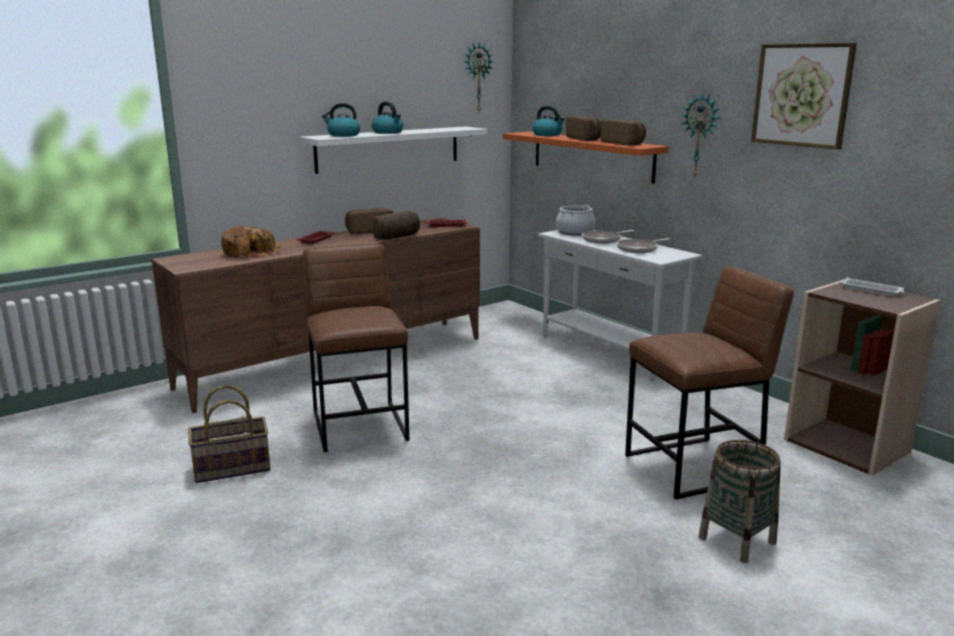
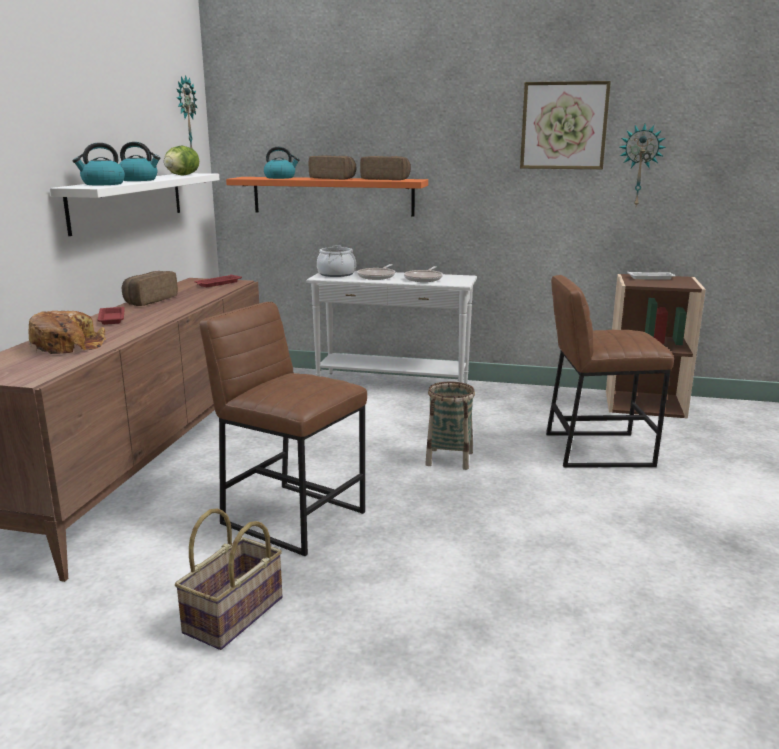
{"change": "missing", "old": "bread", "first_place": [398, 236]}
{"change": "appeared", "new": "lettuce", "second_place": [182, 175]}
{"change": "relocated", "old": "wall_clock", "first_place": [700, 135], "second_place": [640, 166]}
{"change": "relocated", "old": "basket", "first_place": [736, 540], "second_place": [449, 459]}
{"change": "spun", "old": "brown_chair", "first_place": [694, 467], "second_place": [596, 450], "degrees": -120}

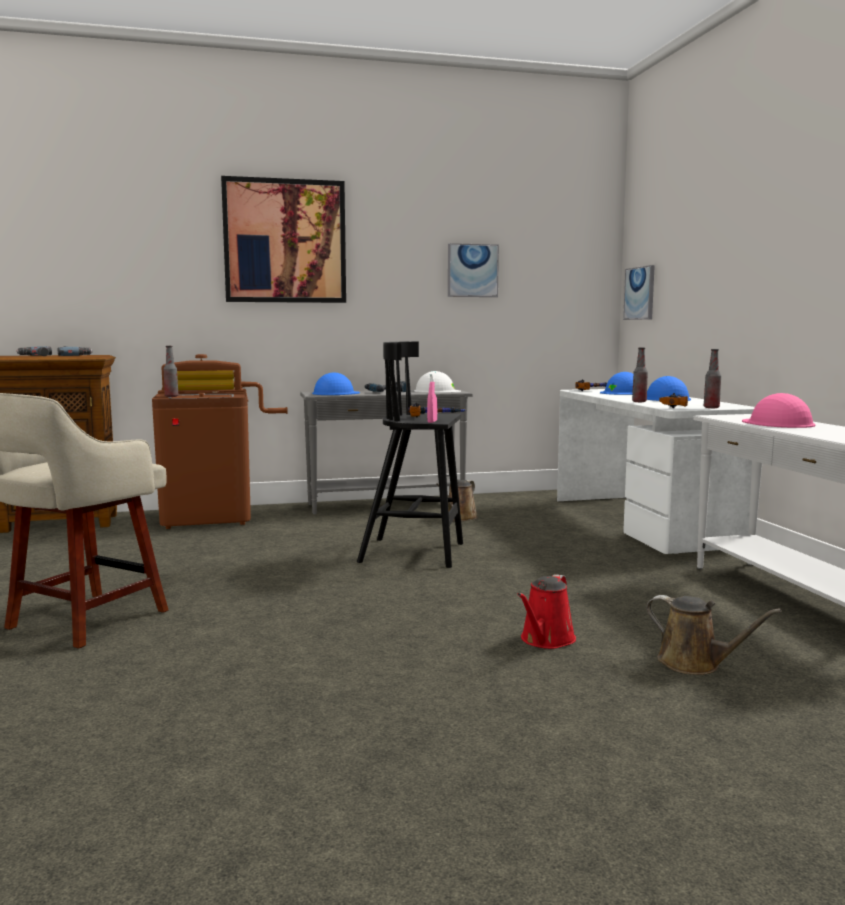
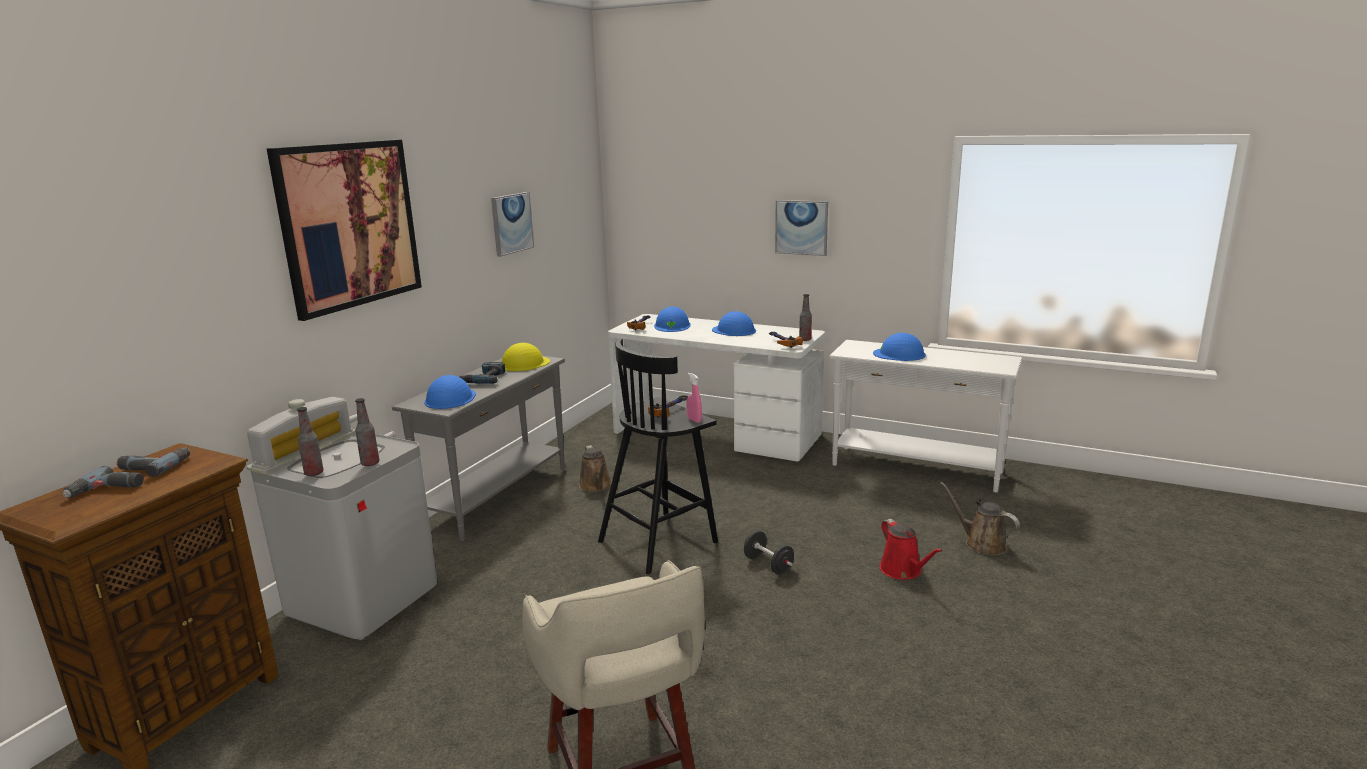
{"change": "appeared", "new": "black_dumbbell", "second_place": [768, 565]}
{"change": "relocated", "old": "picture", "first_place": [640, 293], "second_place": [801, 227]}
{"change": "relocated", "old": "bottle", "first_place": [639, 401], "second_place": [370, 463]}
{"change": "colour", "old": "brown_washing_machine", "new": "grey_washing_machine", "first_place": [209, 517], "second_place": [364, 599]}
{"change": "colour", "old": "white_hard_hat", "new": "yellow_hard_hat", "first_place": [437, 391], "second_place": [524, 364]}
{"change": "colour", "old": "pink_hard_hat", "new": "blue_hard_hat", "first_place": [778, 423], "second_place": [899, 354]}
{"change": "spun", "old": "brown_watering_can", "first_place": [695, 664], "second_place": [981, 543], "degrees": -120}

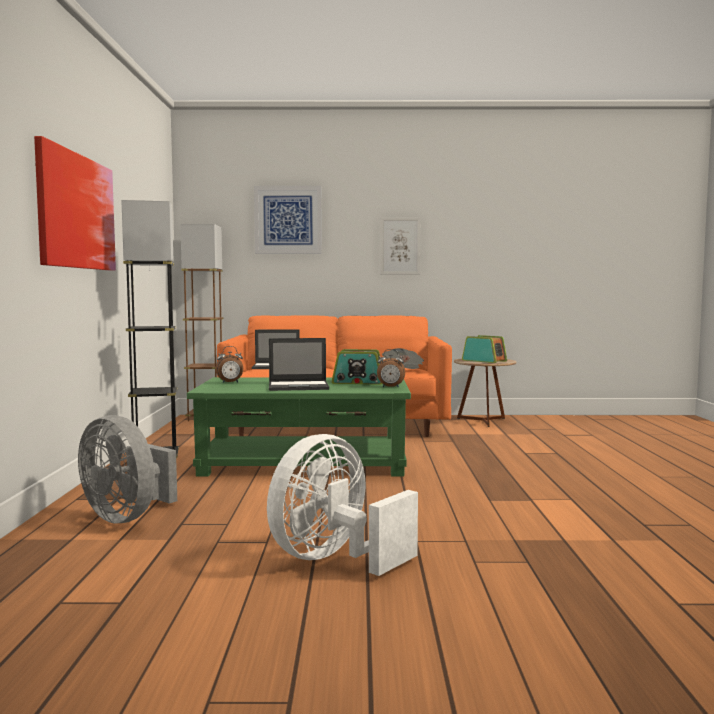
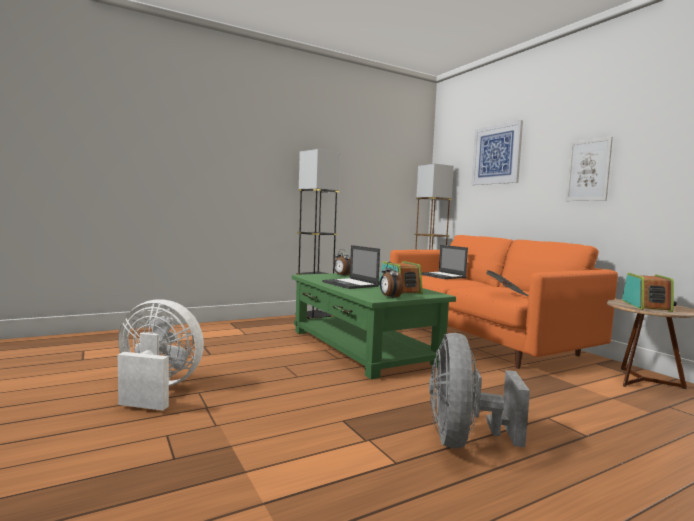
{"change": "missing", "old": "picture", "first_place": [76, 212]}
{"change": "relocated", "old": "grey_fan", "first_place": [127, 516], "second_place": [464, 440]}

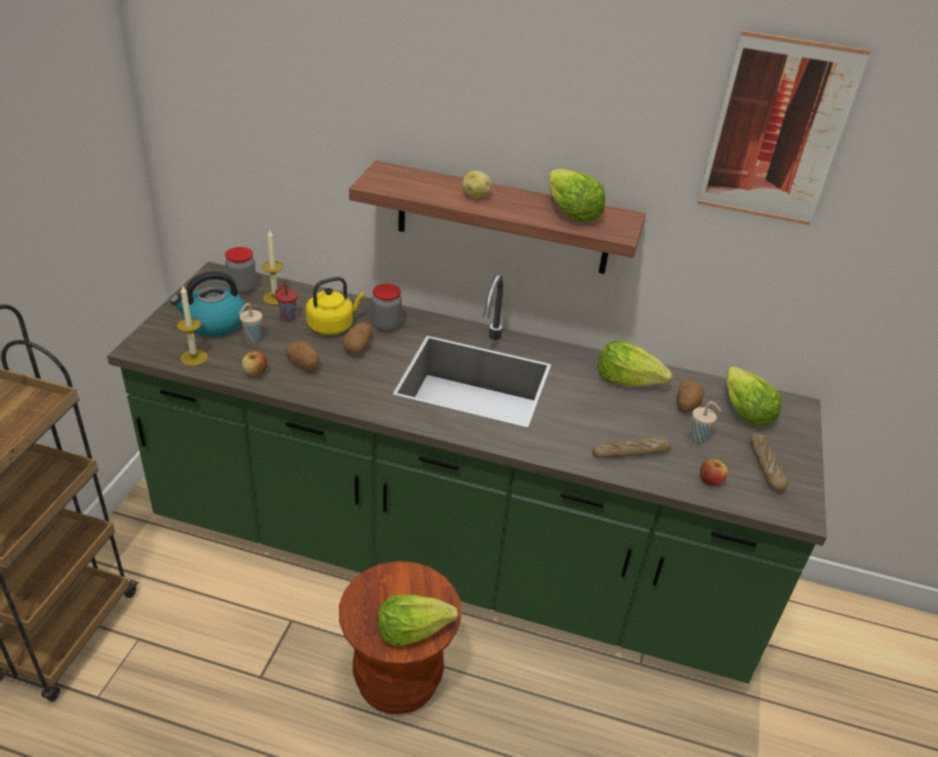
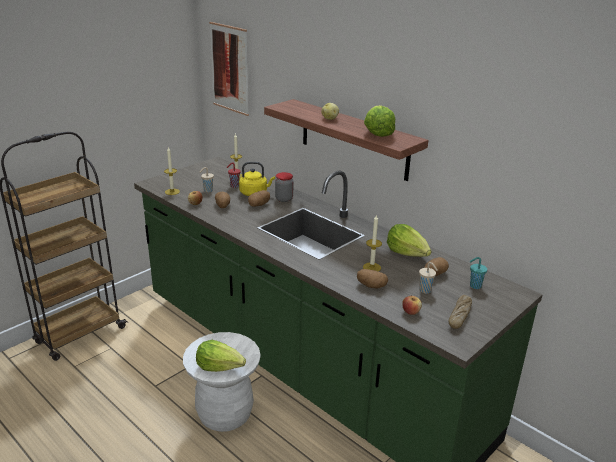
{"change": "missing", "old": "kettle", "first_place": [214, 323]}
{"change": "missing", "old": "jar", "first_place": [242, 288]}
{"change": "appeared", "new": "candle", "second_place": [372, 267]}
{"change": "relocated", "old": "picture", "first_place": [777, 131], "second_place": [230, 68]}
{"change": "exchanged", "old": "bread", "new": "potato", "first_place": [630, 453], "second_place": [371, 286]}
{"change": "exchanged", "old": "lettuce", "new": "turquoise_cup", "first_place": [744, 411], "second_place": [474, 286]}
{"change": "colour", "old": "brown_stool", "new": "white_stool", "first_place": [397, 681], "second_place": [225, 414]}

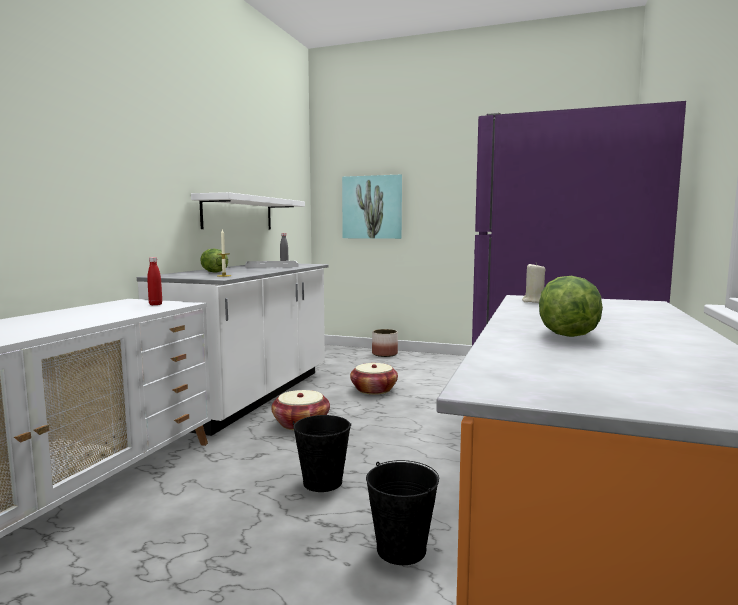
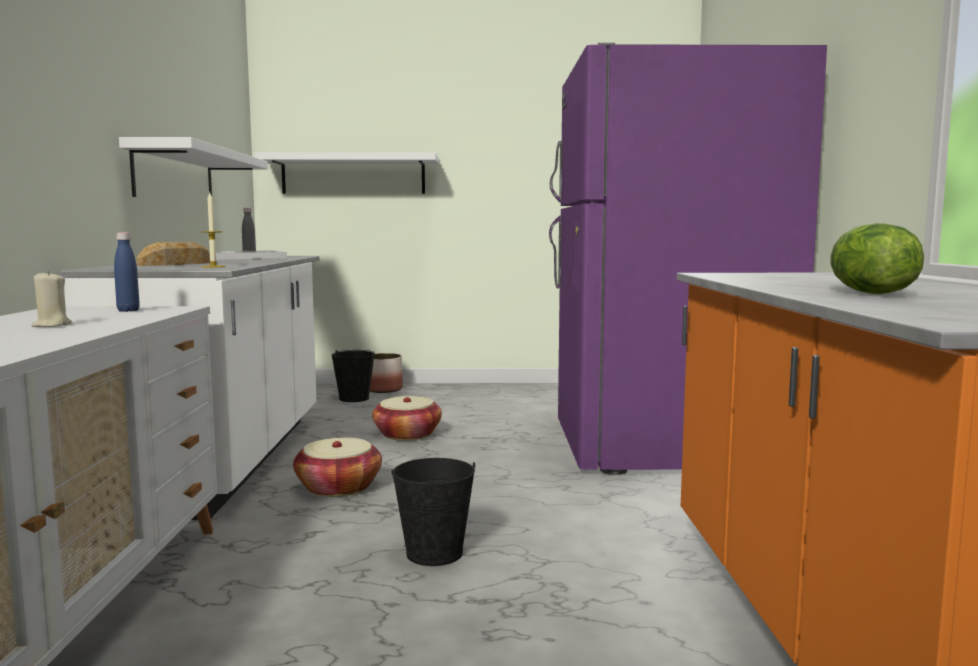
{"change": "relocated", "old": "black_bucket", "first_place": [401, 549], "second_place": [354, 398]}
{"change": "relocated", "old": "beige_candle", "first_place": [534, 301], "second_place": [51, 325]}
{"change": "exchanged", "old": "lettuce", "new": "bread", "first_place": [213, 272], "second_place": [175, 264]}
{"change": "exchanged", "old": "picture", "new": "white_shelf", "first_place": [372, 207], "second_place": [353, 175]}
{"change": "colour", "old": "red_bottle", "new": "blue_bottle", "first_place": [155, 304], "second_place": [128, 310]}

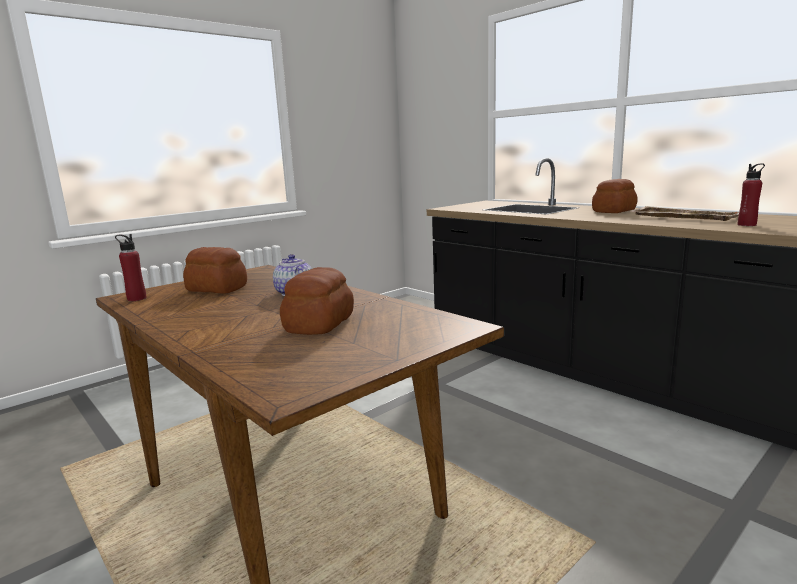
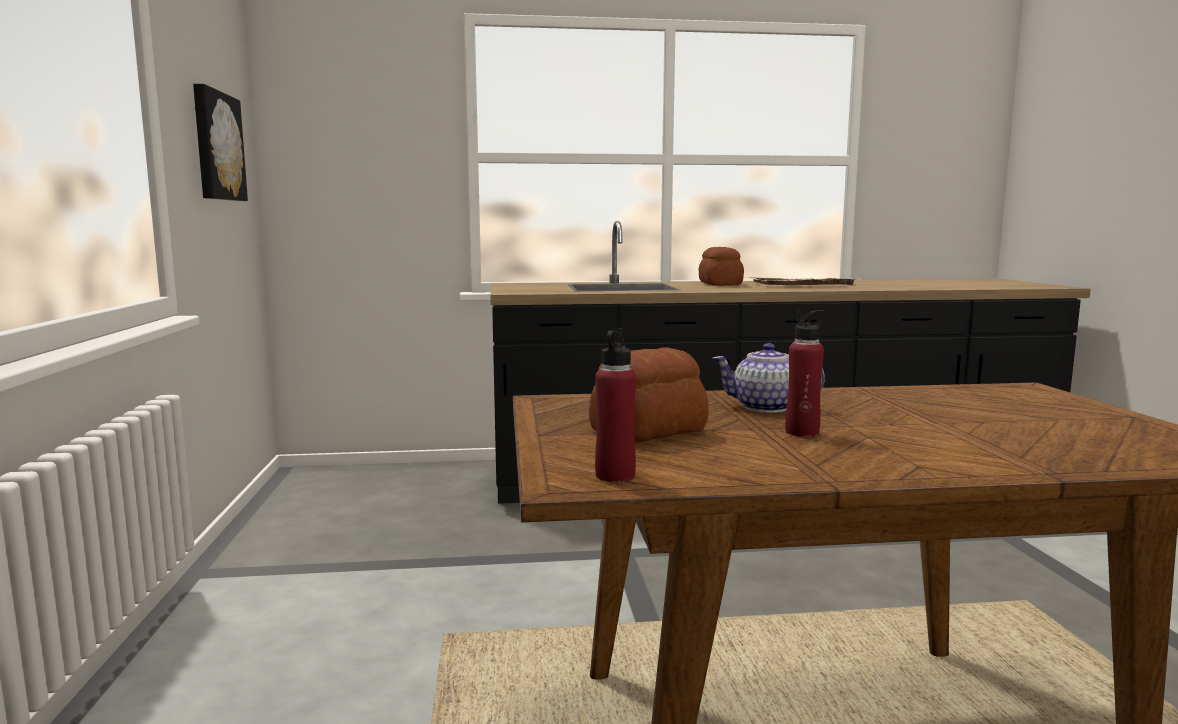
{"change": "missing", "old": "bread", "first_place": [318, 324]}
{"change": "appeared", "new": "picture", "second_place": [216, 146]}
{"change": "relocated", "old": "red_bottle", "first_place": [747, 225], "second_place": [802, 432]}

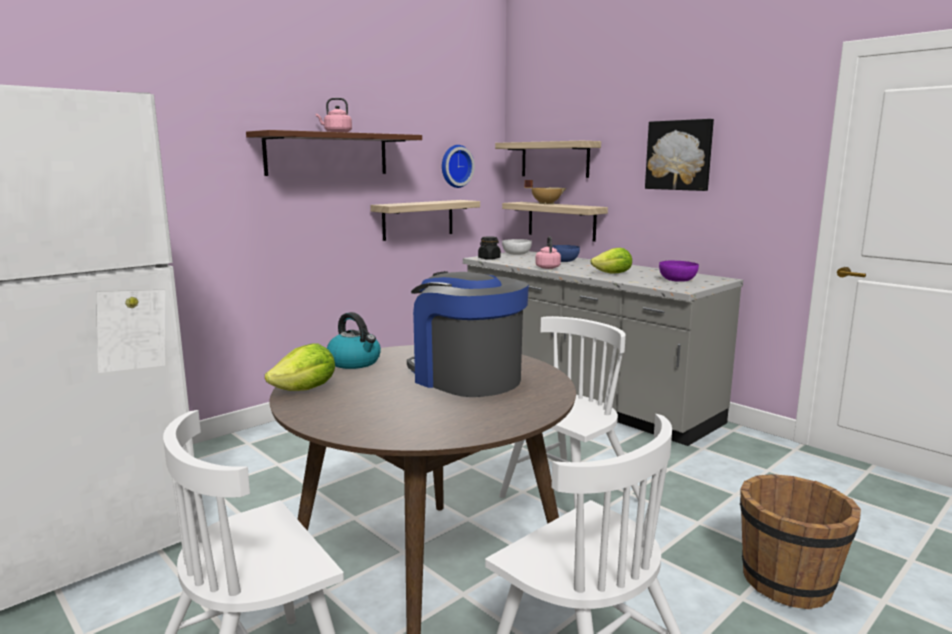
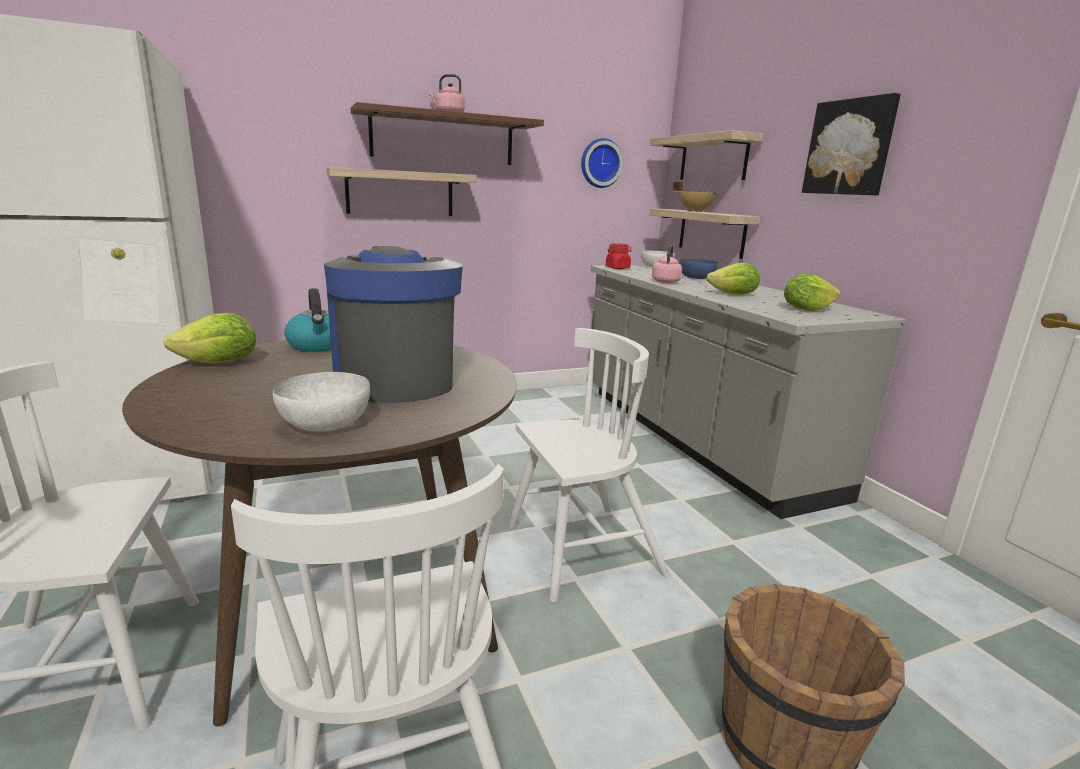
{"change": "appeared", "new": "white_bowl", "second_place": [325, 424]}
{"change": "relocated", "old": "shelf", "first_place": [418, 219], "second_place": [400, 193]}
{"change": "exchanged", "old": "purple_bowl", "new": "lettuce", "first_place": [677, 280], "second_place": [806, 309]}
{"change": "colour", "old": "black_jar", "new": "red_jar", "first_place": [489, 258], "second_place": [617, 268]}

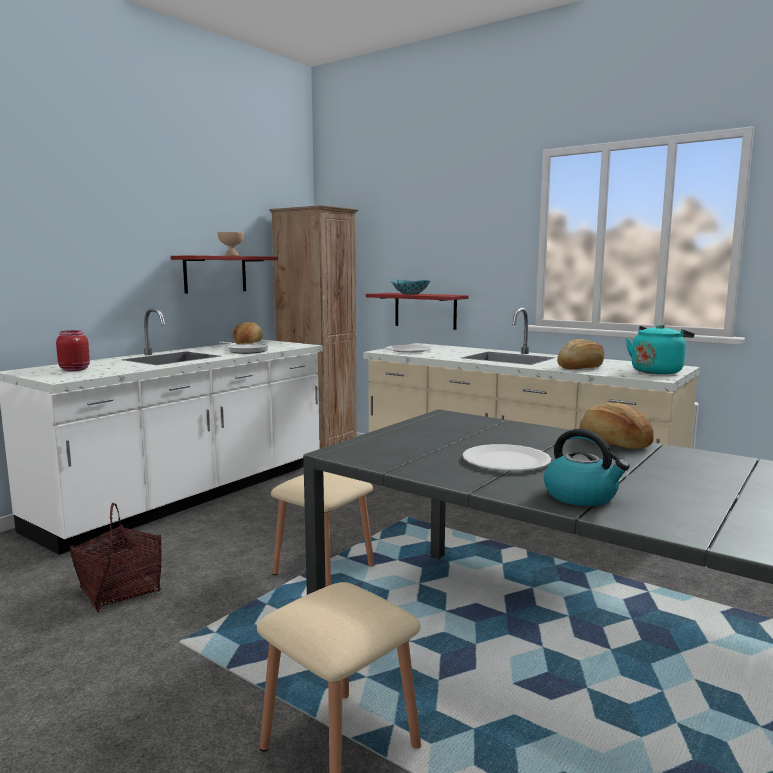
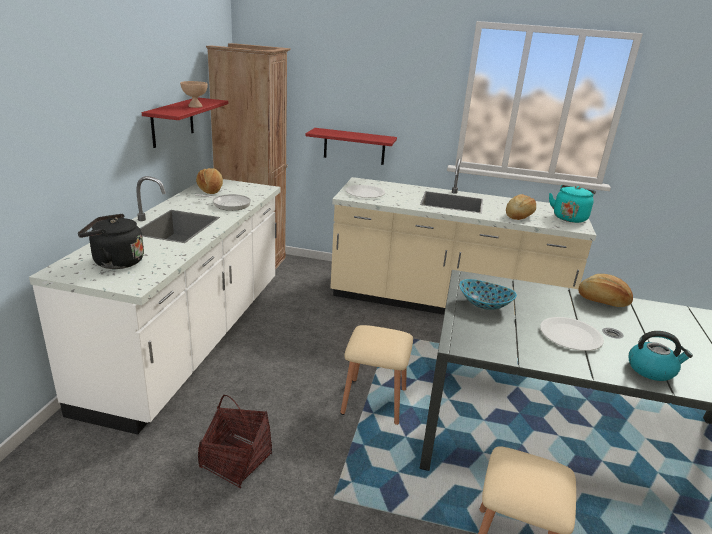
{"change": "relocated", "old": "bowl", "first_place": [410, 294], "second_place": [484, 305]}
{"change": "exchanged", "old": "red_jar", "new": "black_kettle", "first_place": [74, 369], "second_place": [115, 262]}

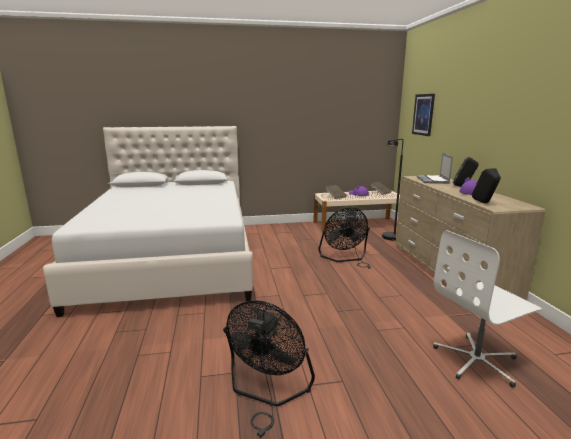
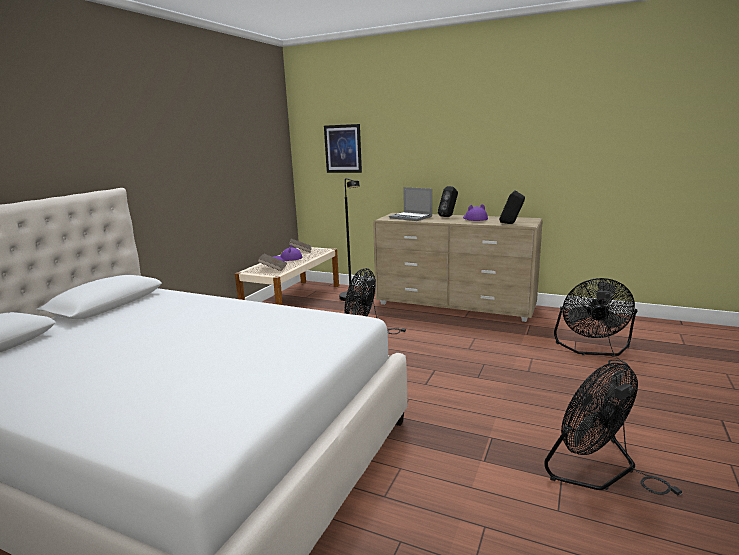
{"change": "exchanged", "old": "white_office_chair", "new": "black_fan", "first_place": [477, 361], "second_place": [598, 351]}

